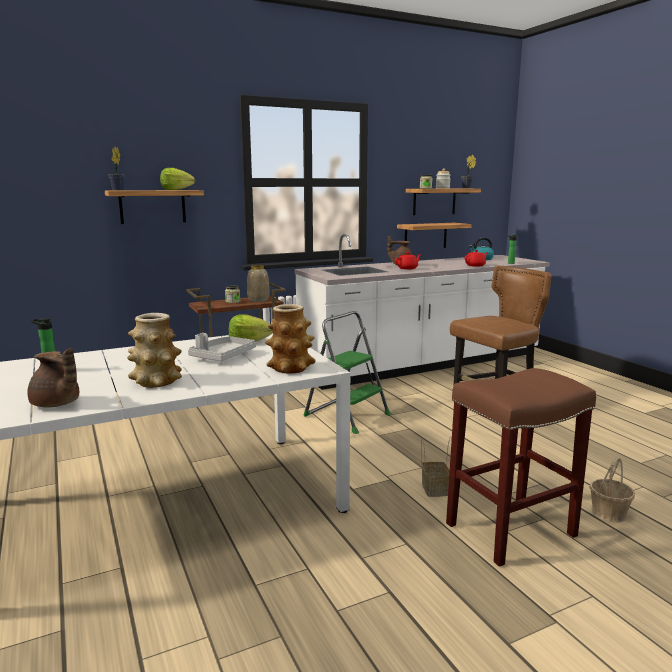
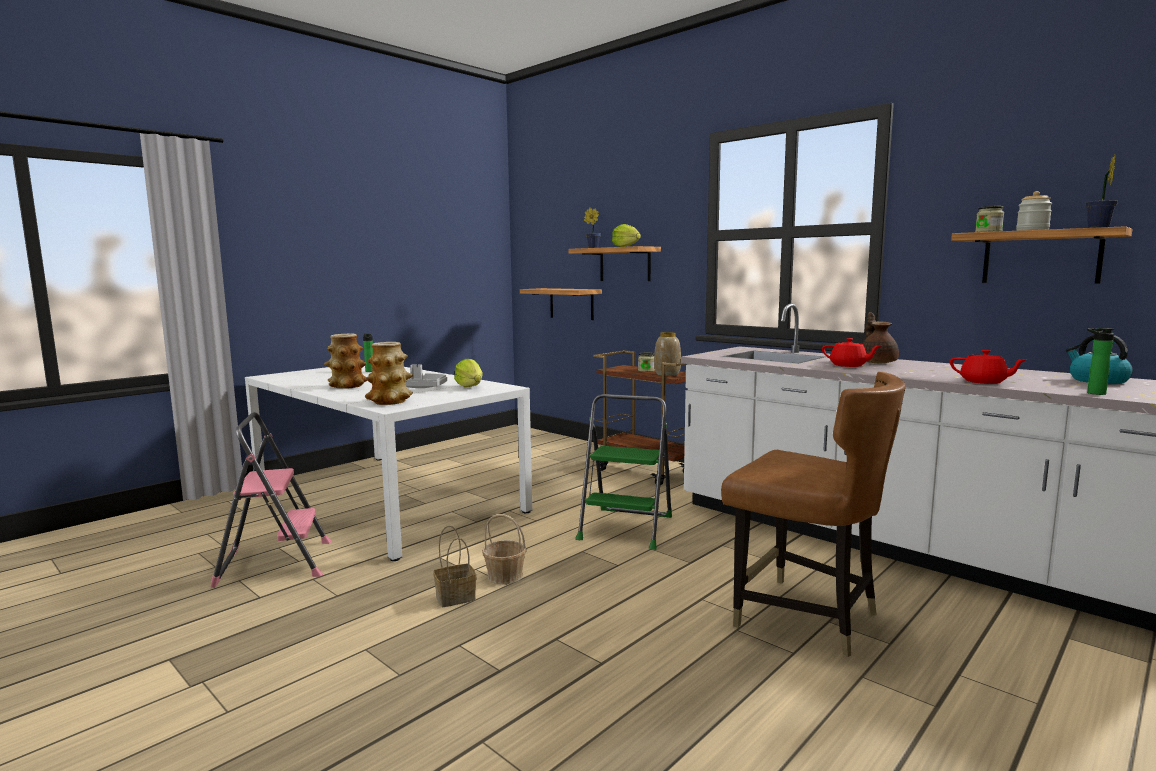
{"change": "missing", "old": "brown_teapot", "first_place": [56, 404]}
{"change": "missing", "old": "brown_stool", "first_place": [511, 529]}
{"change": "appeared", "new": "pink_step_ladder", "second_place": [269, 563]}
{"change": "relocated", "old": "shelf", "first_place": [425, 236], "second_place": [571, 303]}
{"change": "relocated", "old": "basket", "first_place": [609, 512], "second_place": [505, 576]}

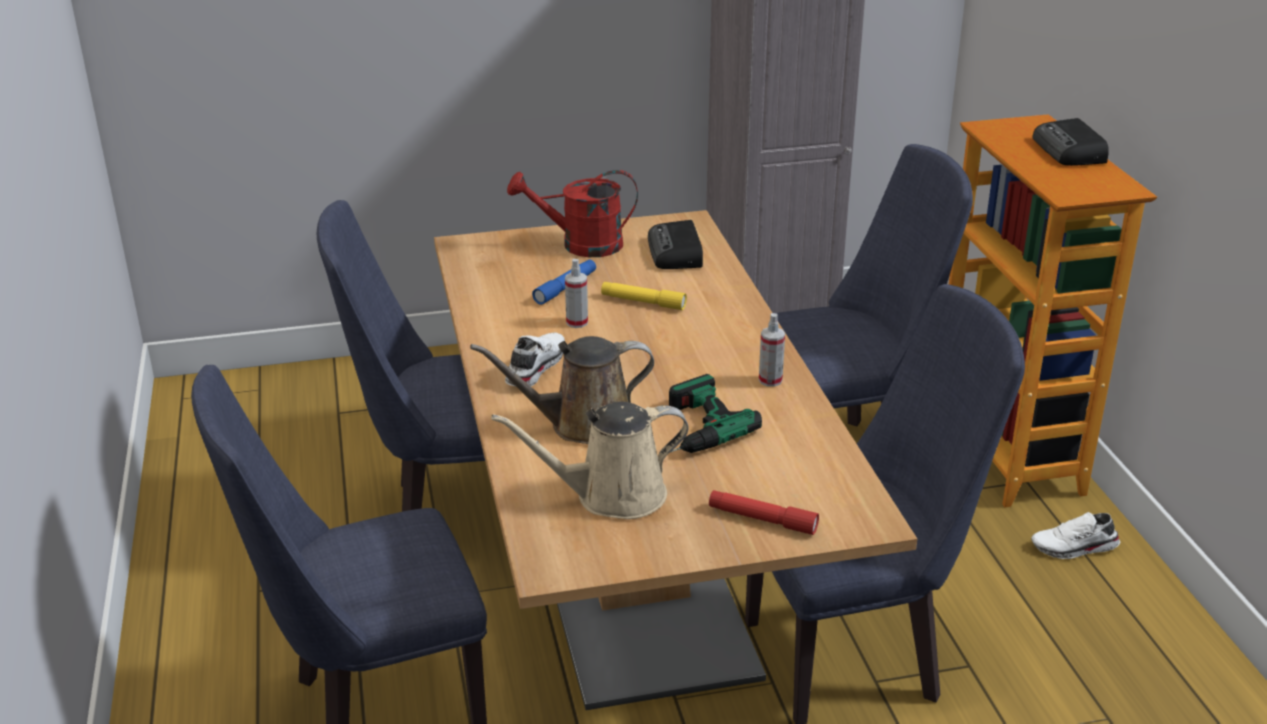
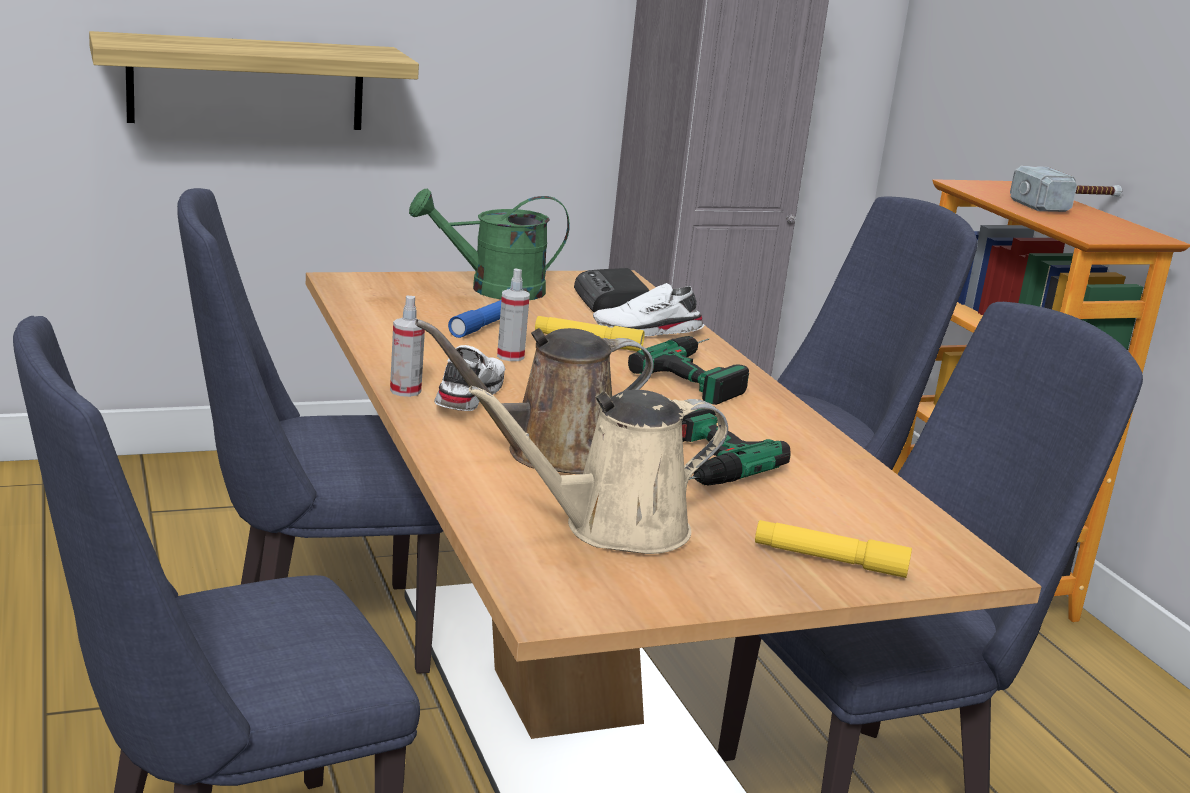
{"change": "appeared", "new": "shelf", "second_place": [247, 83]}
{"change": "appeared", "new": "power_drill", "second_place": [704, 374]}
{"change": "relocated", "old": "spray_bottle", "first_place": [770, 380], "second_place": [405, 391]}
{"change": "relocated", "old": "white_shoe", "first_place": [1074, 548], "second_place": [647, 332]}
{"change": "exchanged", "old": "radio", "new": "hammer", "first_place": [1070, 151], "second_place": [1068, 206]}
{"change": "colour", "old": "red_watering_can", "new": "green_watering_can", "first_place": [581, 245], "second_place": [493, 289]}
{"change": "colour", "old": "red_flashlight", "new": "yellow_flashlight", "first_place": [762, 519], "second_place": [829, 560]}

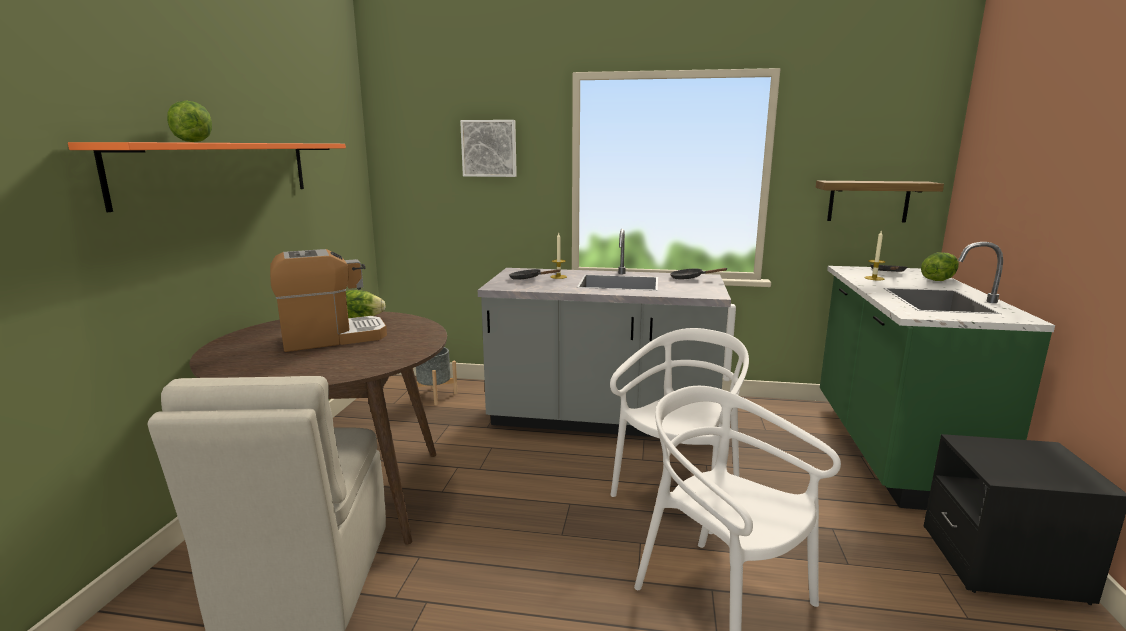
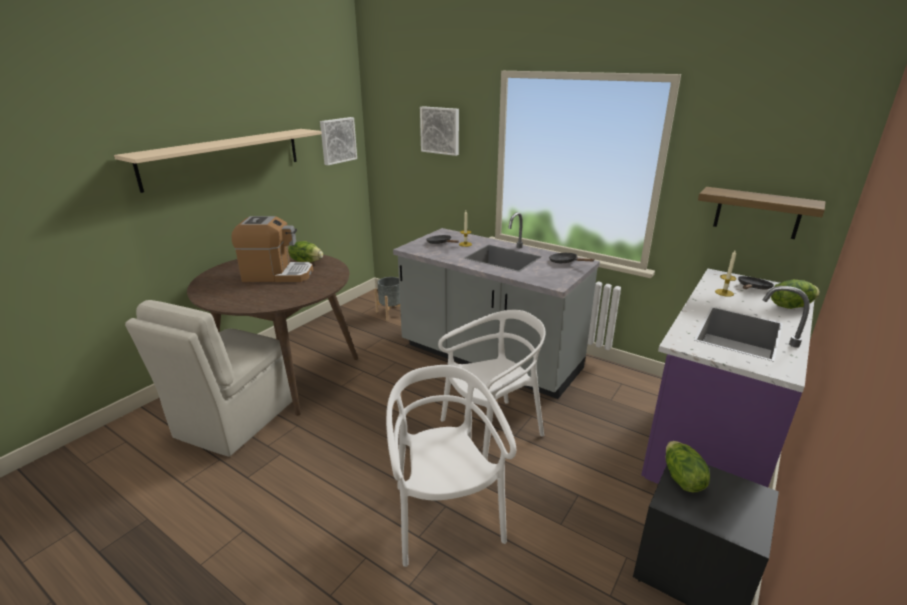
{"change": "appeared", "new": "picture", "second_place": [337, 140]}
{"change": "relocated", "old": "lettuce", "first_place": [192, 142], "second_place": [681, 478]}
{"change": "colour", "old": "orange_shelf", "new": "beige_shelf", "first_place": [221, 170], "second_place": [224, 157]}
{"change": "colour", "old": "green_counter", "new": "purple_counter", "first_place": [891, 449], "second_place": [708, 448]}

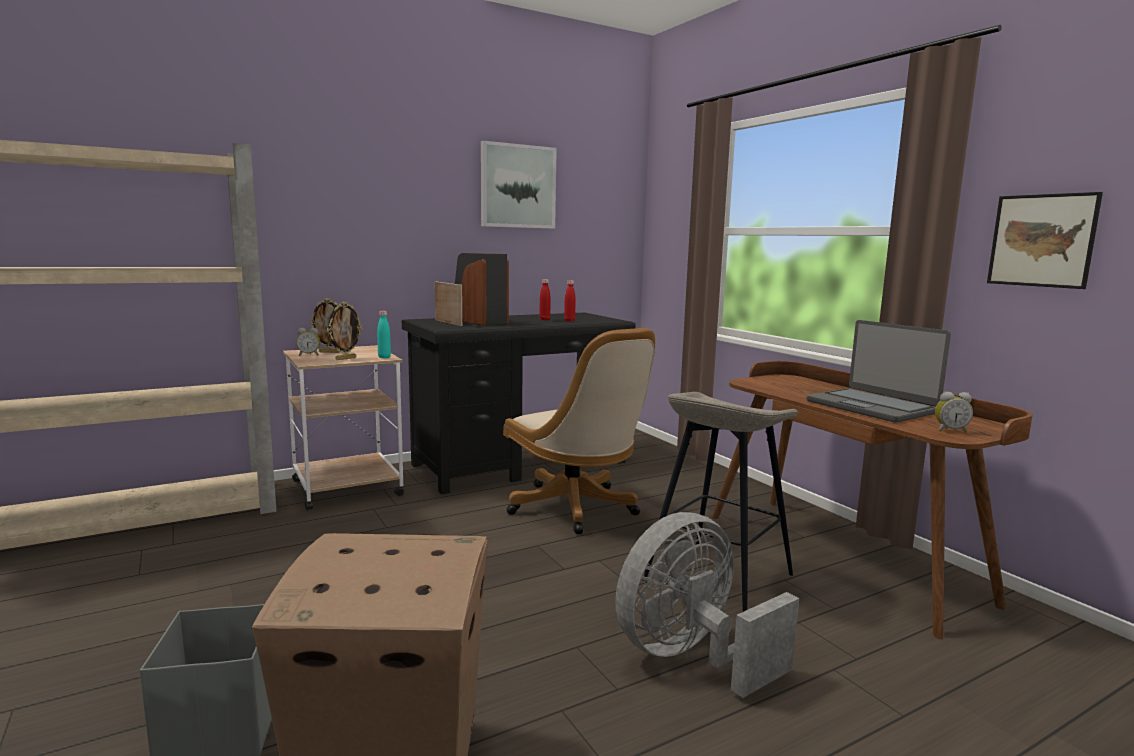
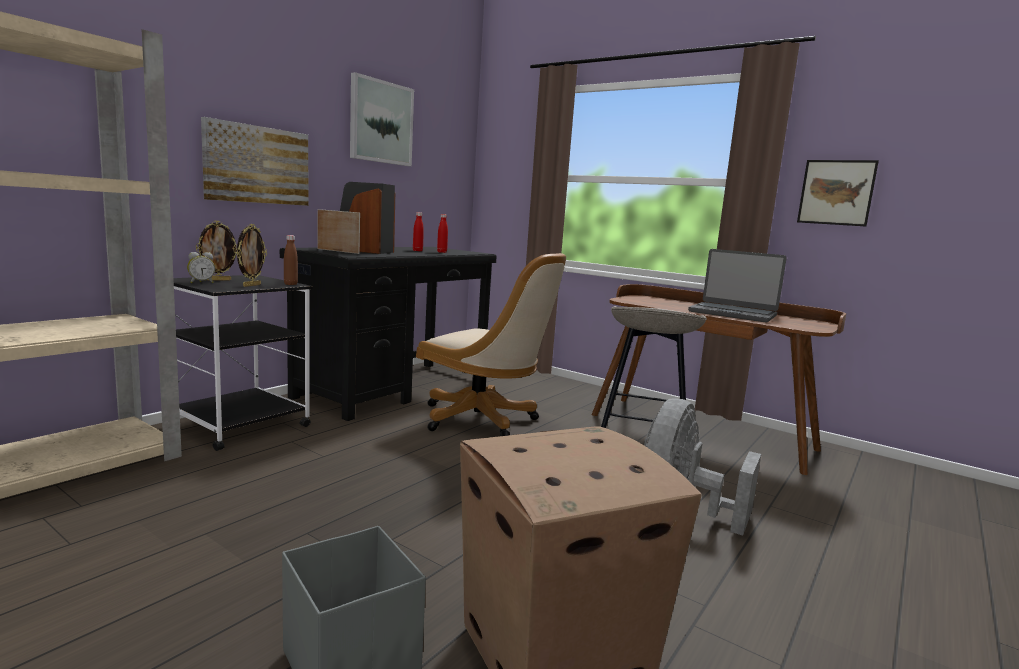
{"change": "missing", "old": "alarm_clock", "first_place": [950, 430]}
{"change": "appeared", "new": "picture", "second_place": [257, 165]}
{"change": "colour", "old": "beige_cart", "new": "black_cart", "first_place": [349, 487], "second_place": [242, 424]}
{"change": "colour", "old": "turquoise_bottle", "new": "brown_bottle", "first_place": [384, 357], "second_place": [290, 284]}

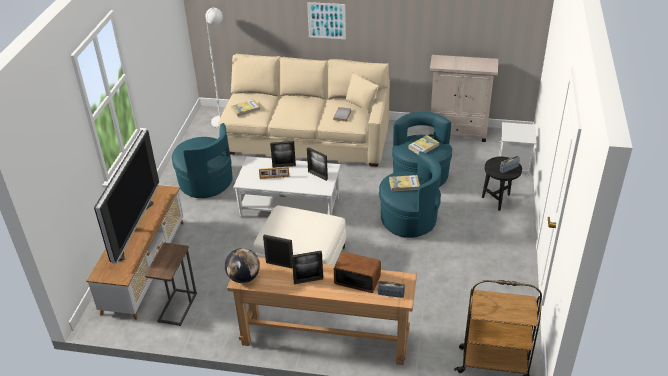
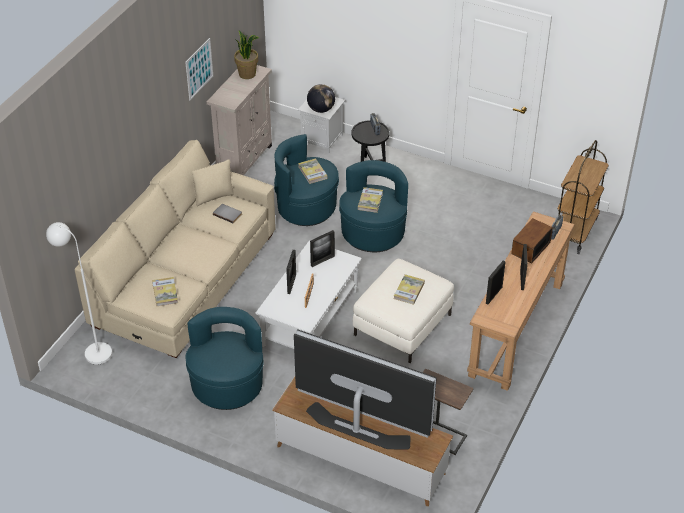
{"change": "appeared", "new": "potted_plant", "second_place": [247, 74]}
{"change": "appeared", "new": "book", "second_place": [409, 290]}
{"change": "relocated", "old": "globe", "first_place": [244, 278], "second_place": [321, 109]}
{"change": "relocated", "old": "picture", "first_place": [326, 20], "second_place": [199, 69]}
{"change": "spun", "old": "turquoise_armchair", "first_place": [205, 183], "second_place": [227, 386], "degrees": -45}

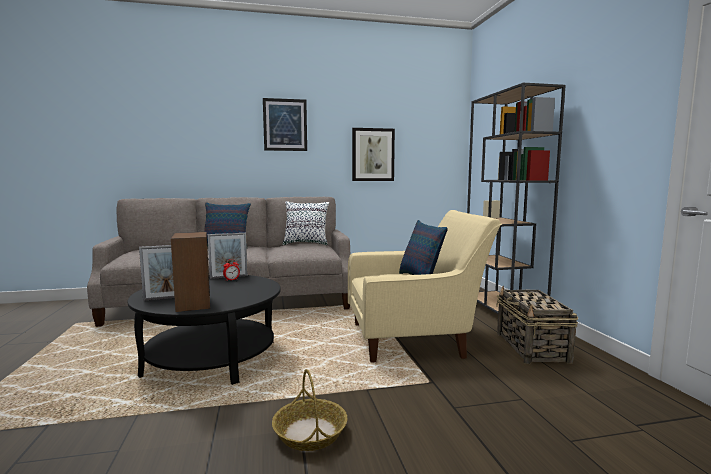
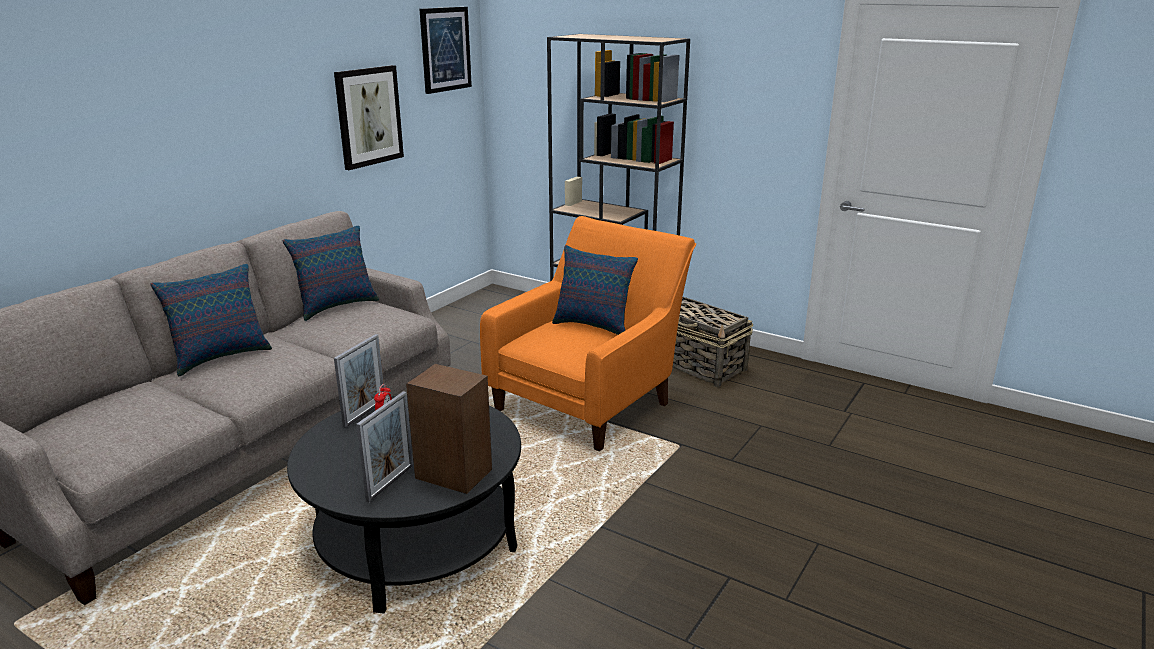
{"change": "missing", "old": "basket", "first_place": [309, 432]}
{"change": "relocated", "old": "picture", "first_place": [285, 125], "second_place": [445, 49]}
{"change": "colour", "old": "white_pillow", "new": "blue_pillow", "first_place": [306, 244], "second_place": [337, 307]}
{"change": "colour", "old": "beige_armchair", "new": "orange_armchair", "first_place": [414, 339], "second_place": [588, 401]}

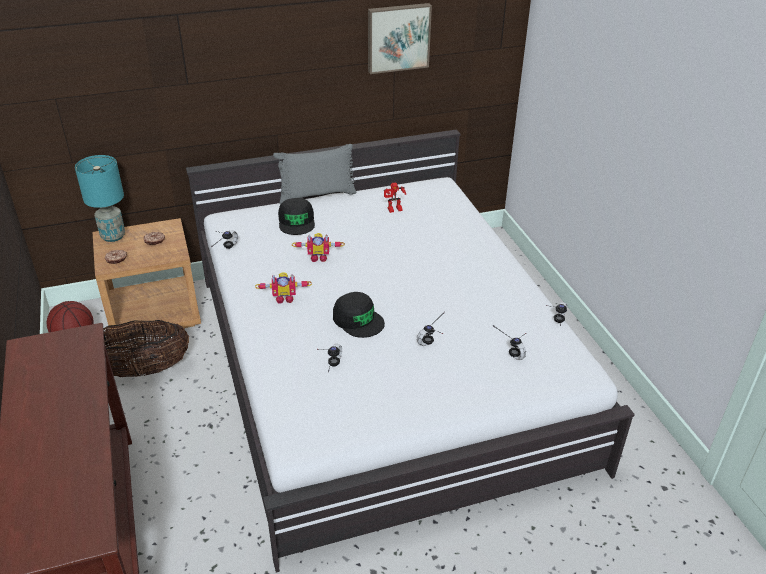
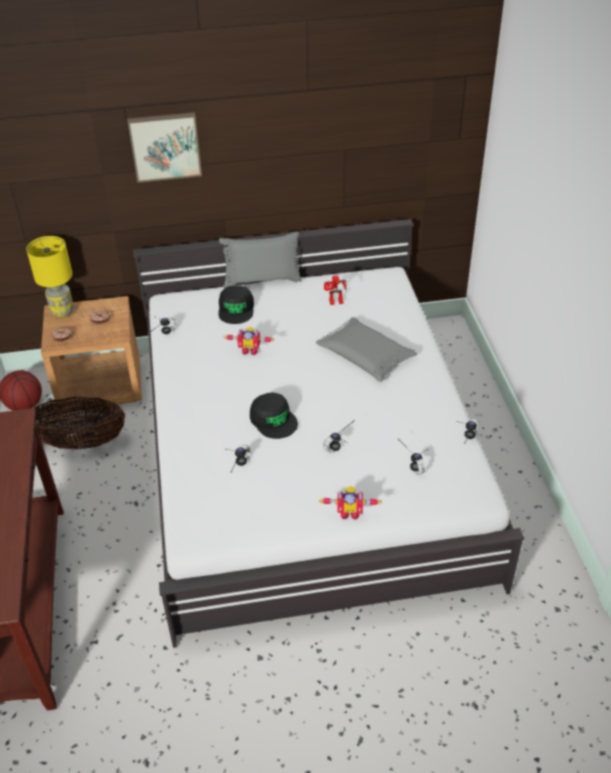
{"change": "appeared", "new": "grey_pillow", "second_place": [365, 354]}
{"change": "relocated", "old": "toy_robot", "first_place": [284, 298], "second_place": [349, 512]}
{"change": "relocated", "old": "picture", "first_place": [398, 37], "second_place": [165, 146]}
{"change": "colour", "old": "turquoise_table_lamp", "new": "yellow_table_lamp", "first_place": [112, 236], "second_place": [62, 311]}

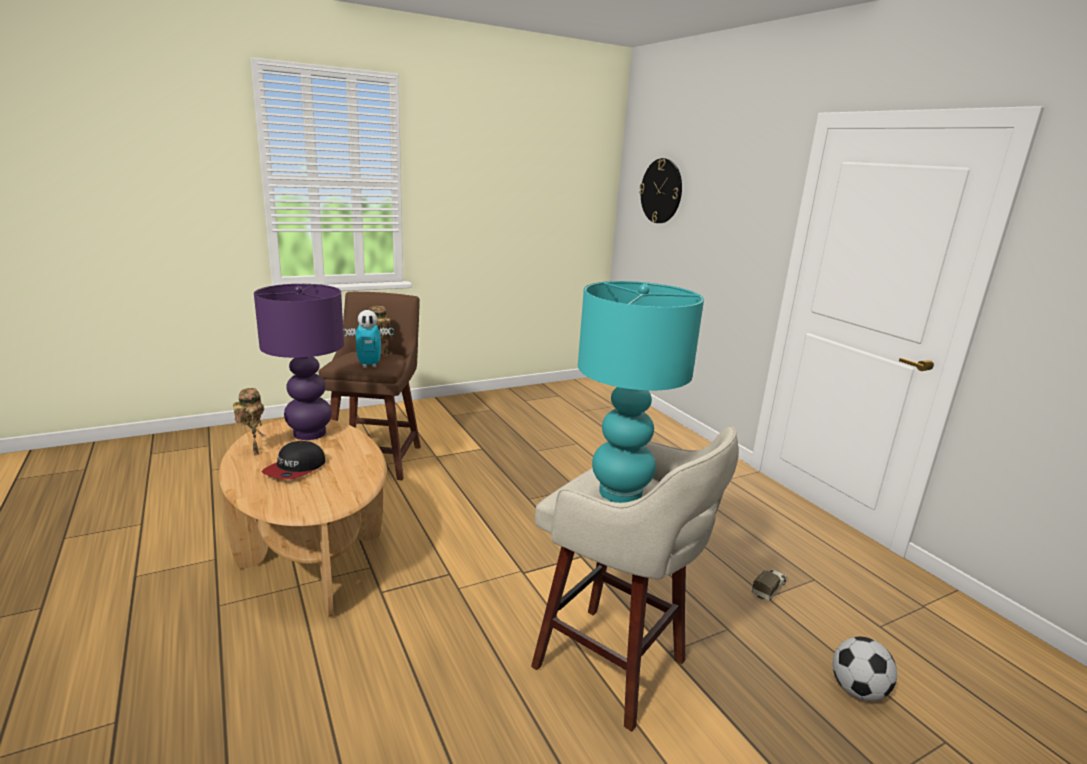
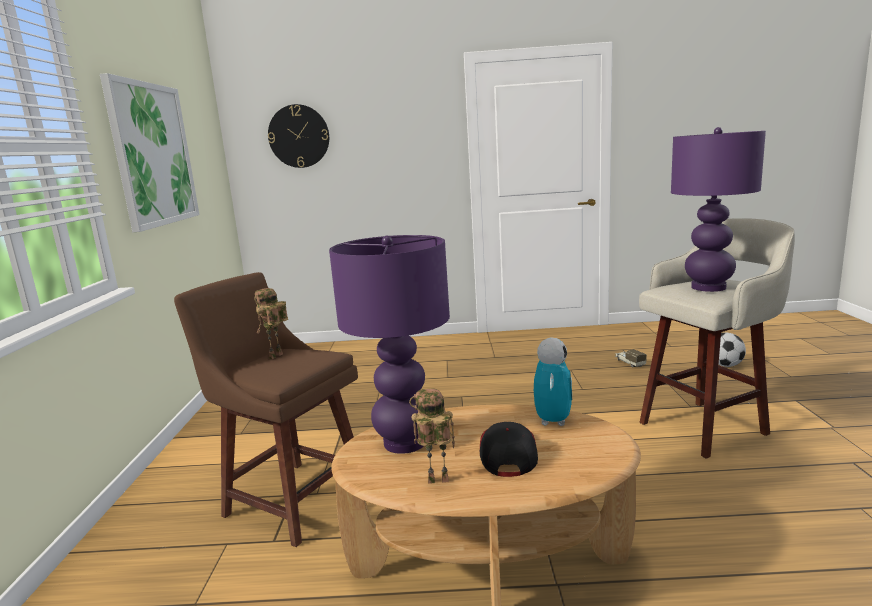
{"change": "appeared", "new": "picture", "second_place": [153, 154]}
{"change": "relocated", "old": "toy_robot", "first_place": [369, 365], "second_place": [553, 421]}
{"change": "colour", "old": "turquoise_table_lamp", "new": "purple_table_lamp", "first_place": [621, 492], "second_place": [708, 287]}
{"change": "spun", "old": "cap", "first_place": [295, 469], "second_place": [507, 452], "degrees": -135}

